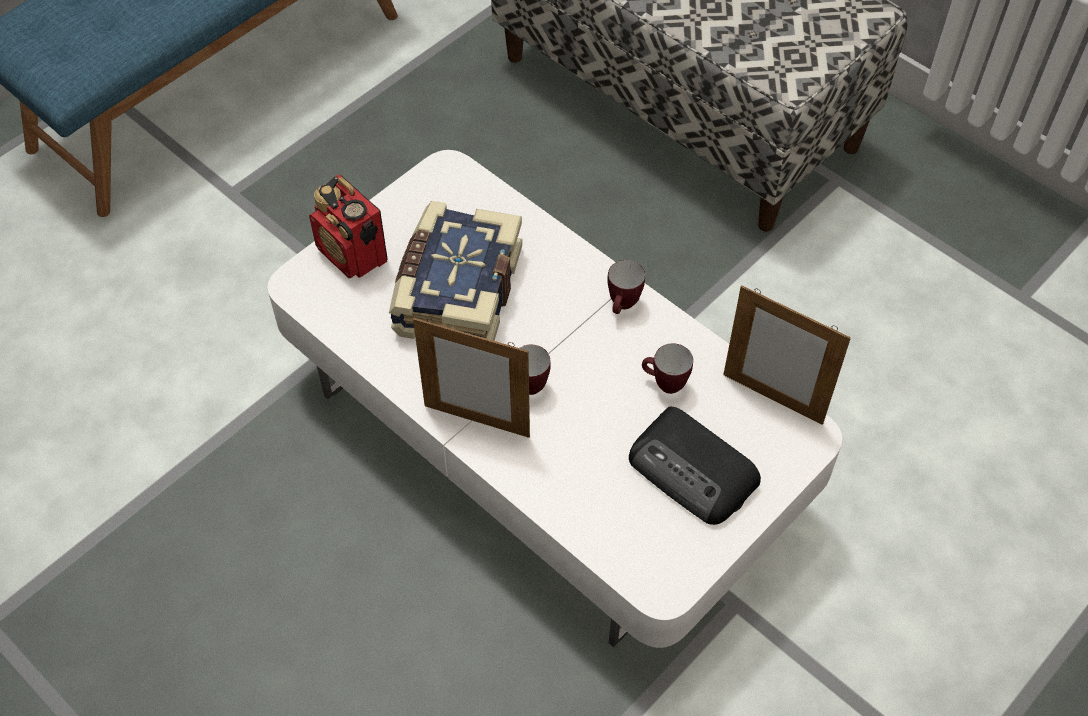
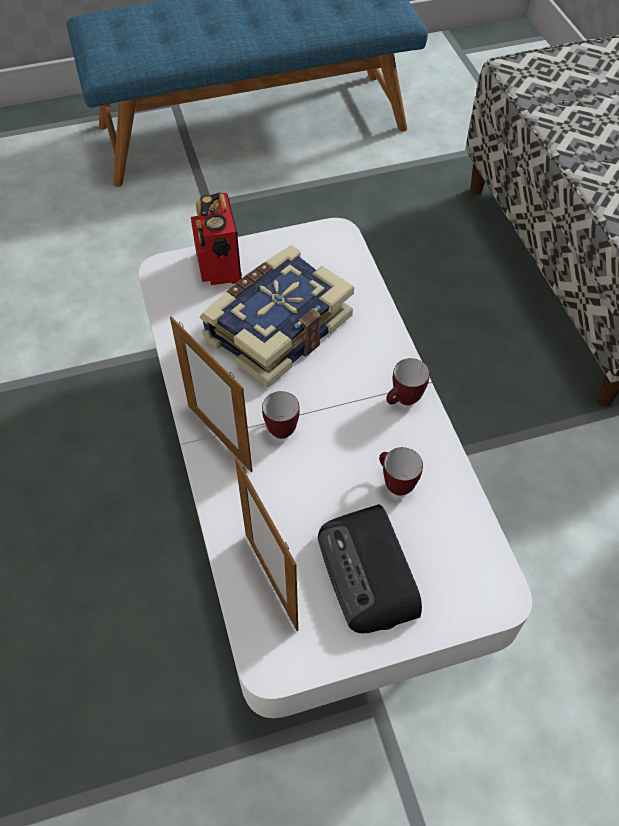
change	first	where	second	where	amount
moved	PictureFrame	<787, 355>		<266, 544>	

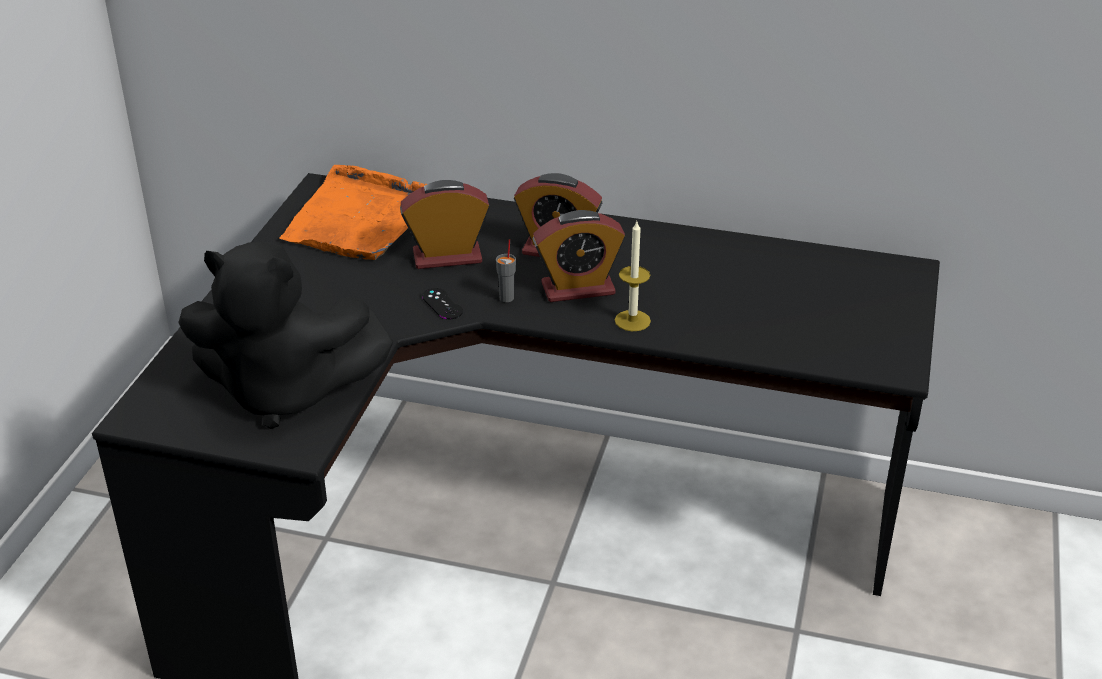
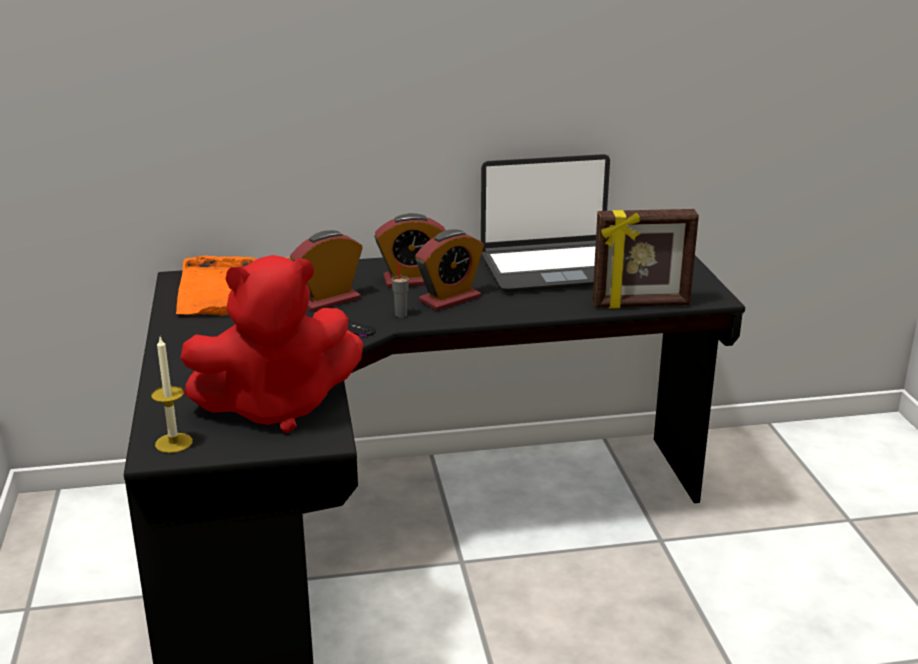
change	first	where	second	where	amount
moved	Candle	<633, 276>		<172, 395>	
recoloured	BlackPlushToy	<286, 335>	RedPlushToy	<272, 344>	
added			Laptop	<545, 223>	
added			PictureFrame	<646, 259>	

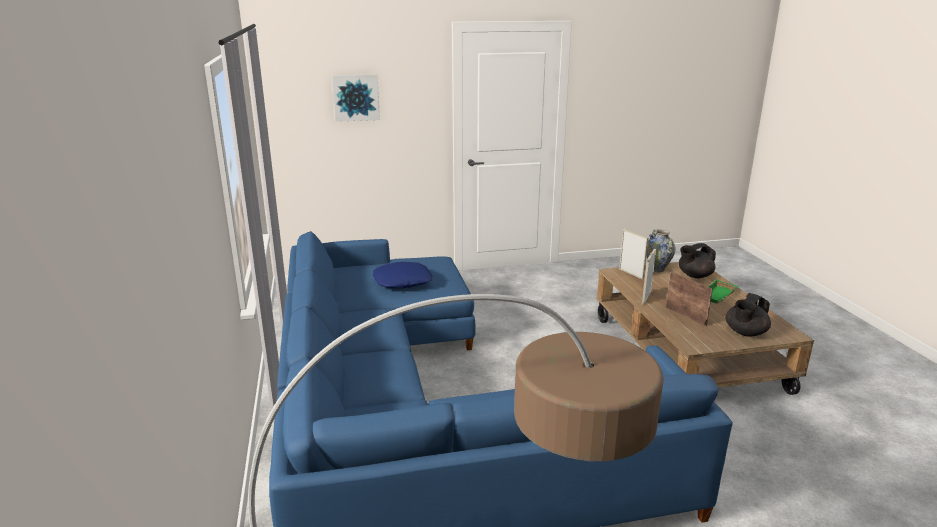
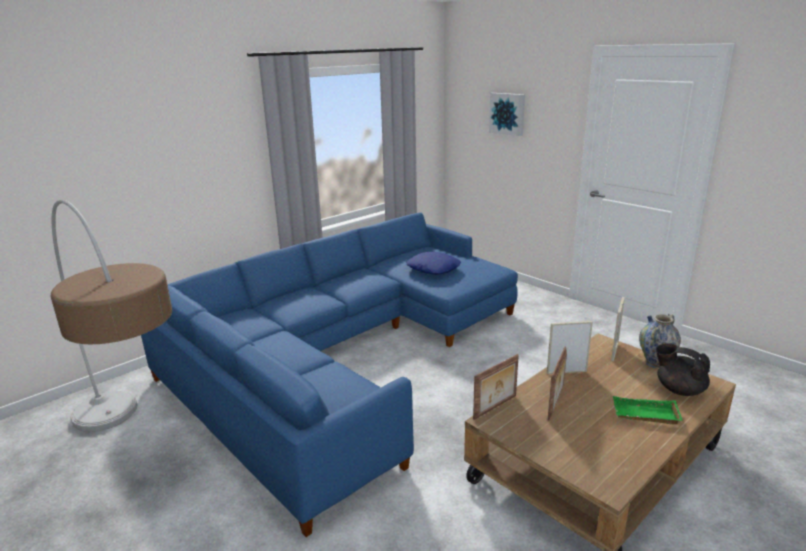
change	first	where	second	where	amount
removed	BlackTeapot	<748, 315>			
added			PictureFrame	<496, 387>	

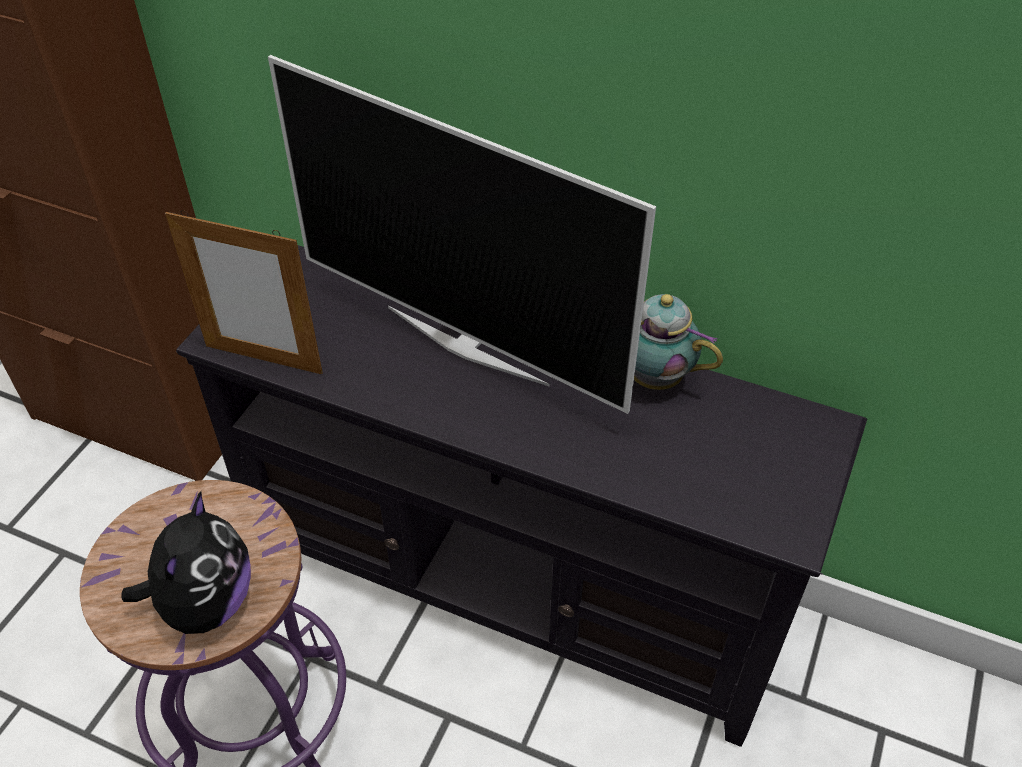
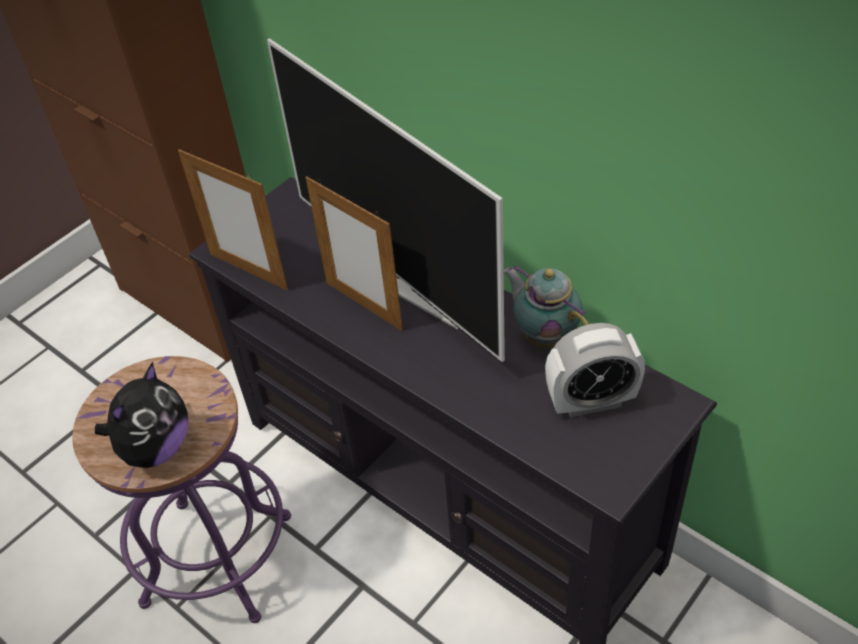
change	first	where	second	where	amount
added			PictureFrame	<354, 254>	
added			AlarmClock	<595, 370>	

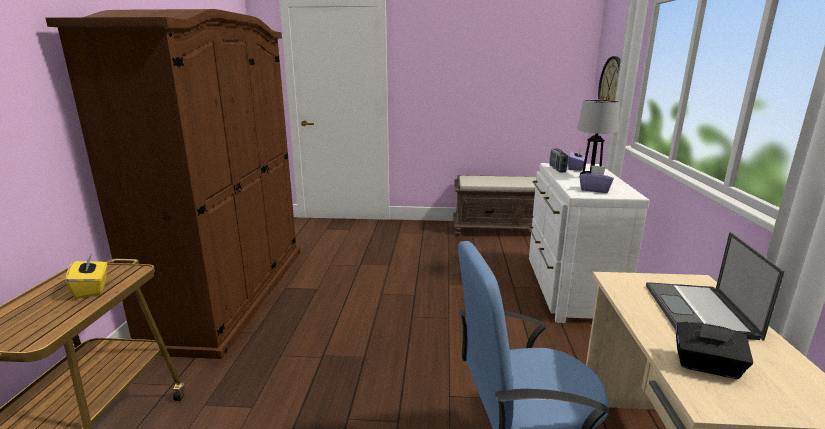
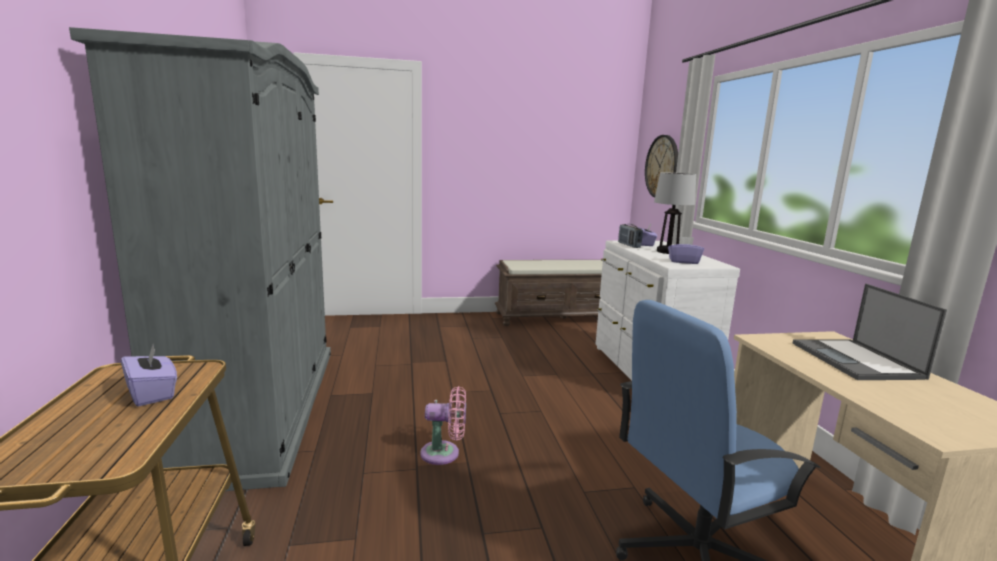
change	first	where	second	where	amount
recoloured	BrownWardrobe	<173, 184>	GreyWardrobe	<200, 259>	
recoloured	YellowTissueBox	<86, 276>	PurpleTissueBox	<149, 376>	
removed	BlackTissueBox	<714, 350>			
added			PinkFan	<443, 425>	

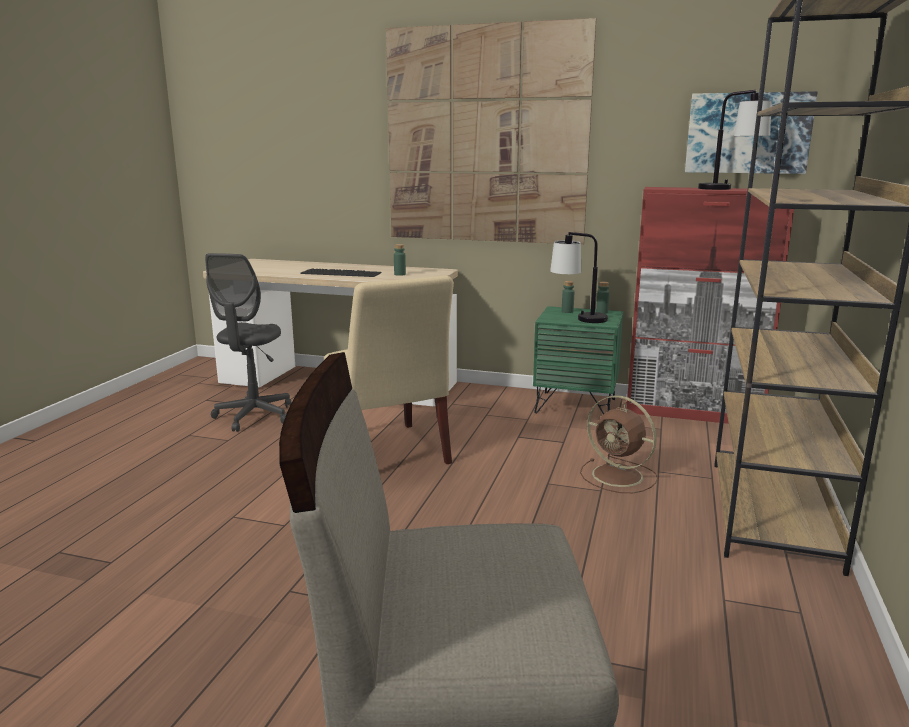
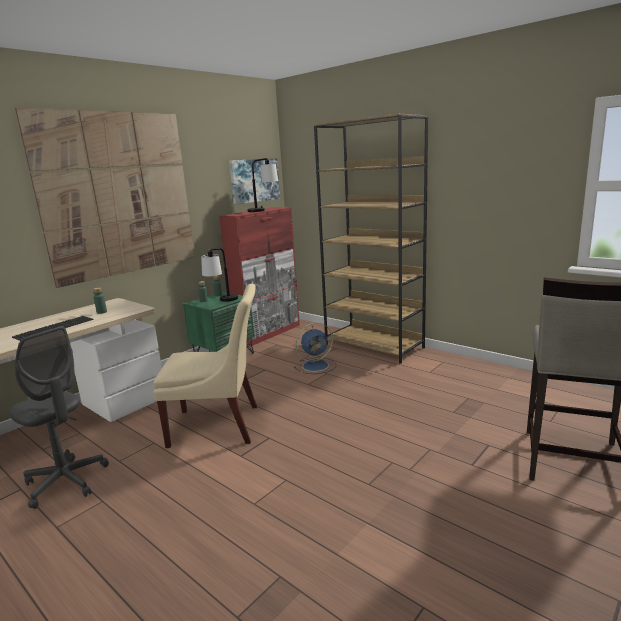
change	first	where	second	where	amount
recoloured	BrownFan	<619, 444>	BlueFan	<315, 348>	

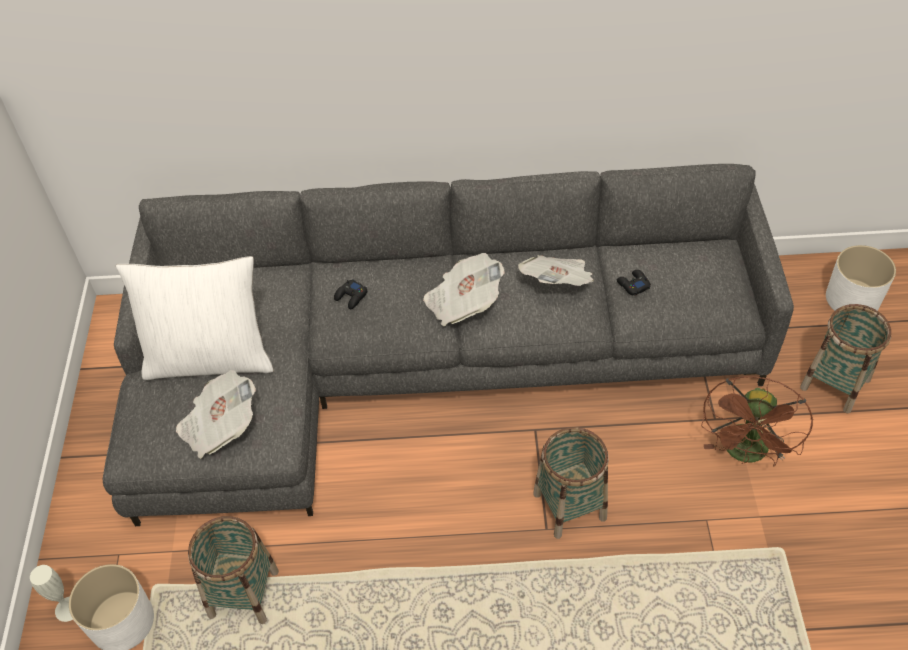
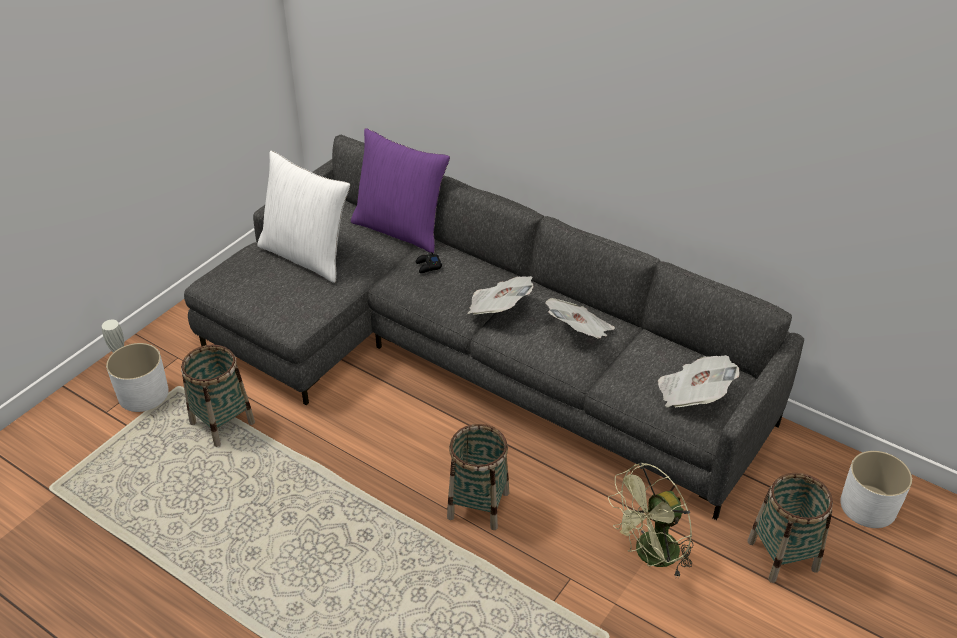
change	first	where	second	where	amount
removed	BlackGameController	<634, 283>			
moved	Newspaper	<216, 414>		<699, 381>	
recoloured	BrownFan	<757, 421>	GreenFan	<650, 519>	
added			PurplePillow	<400, 190>	

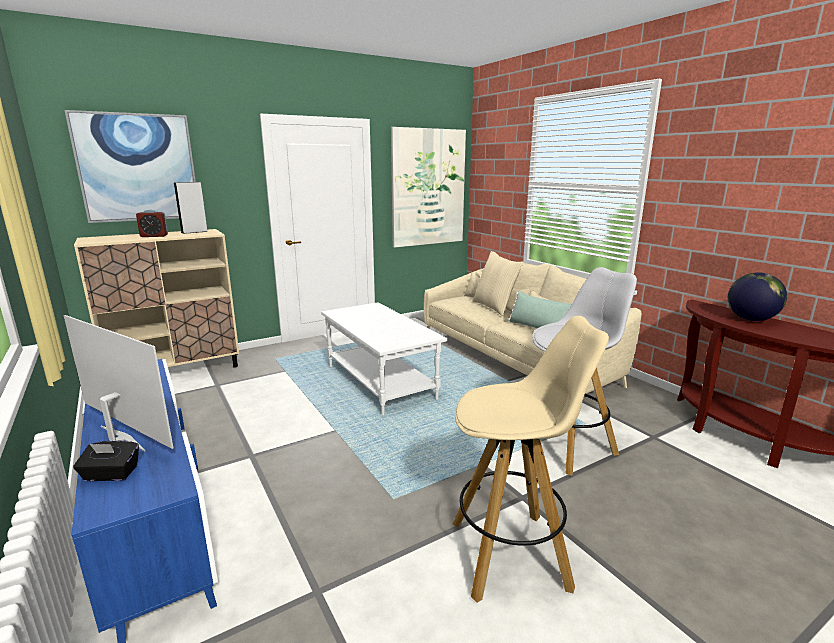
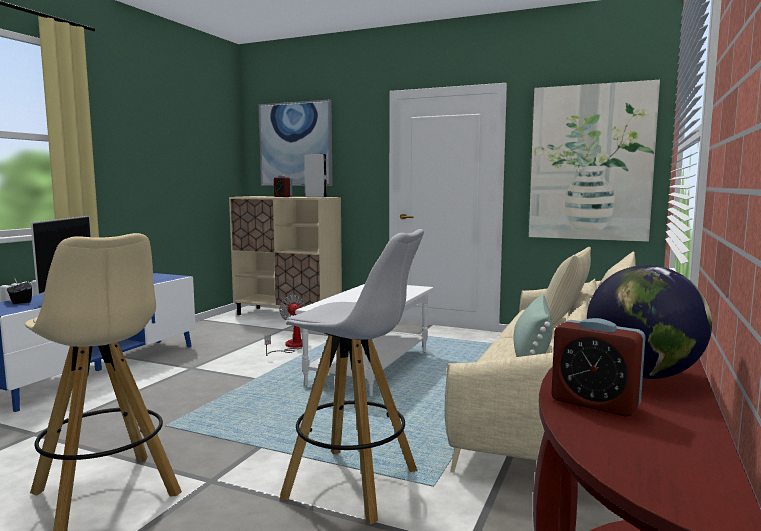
change	first	where	second	where	amount
added			Fan	<284, 325>	
added			AlarmClock	<598, 367>	

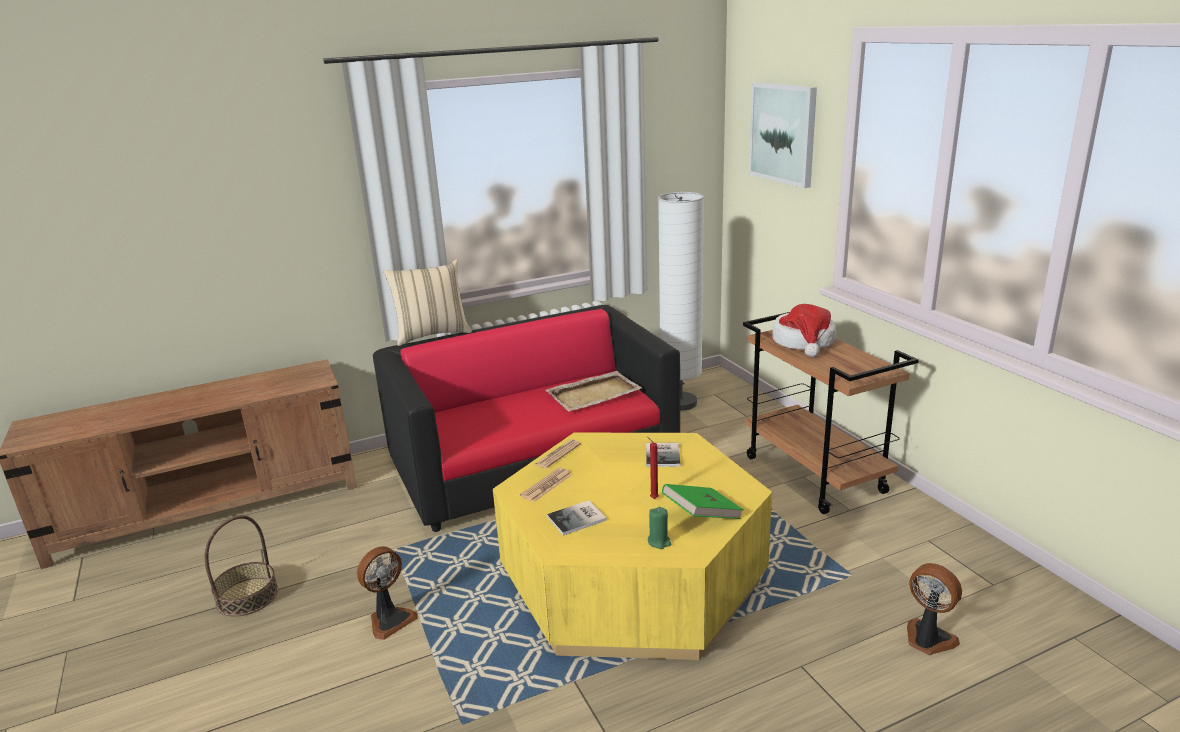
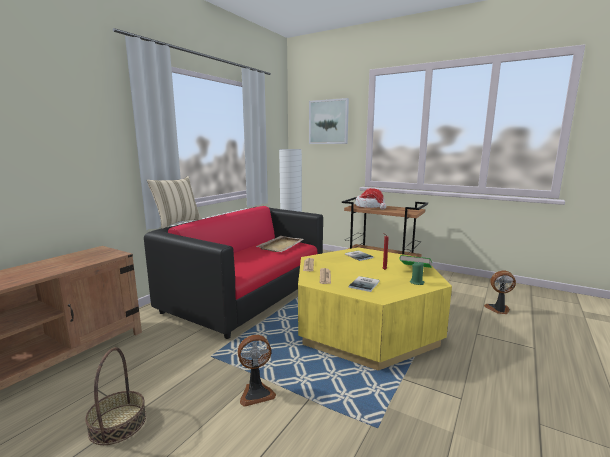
change	first	where	second	where	amount
turned	Fan	<387, 593>		<257, 371>	60 degrees clockwise

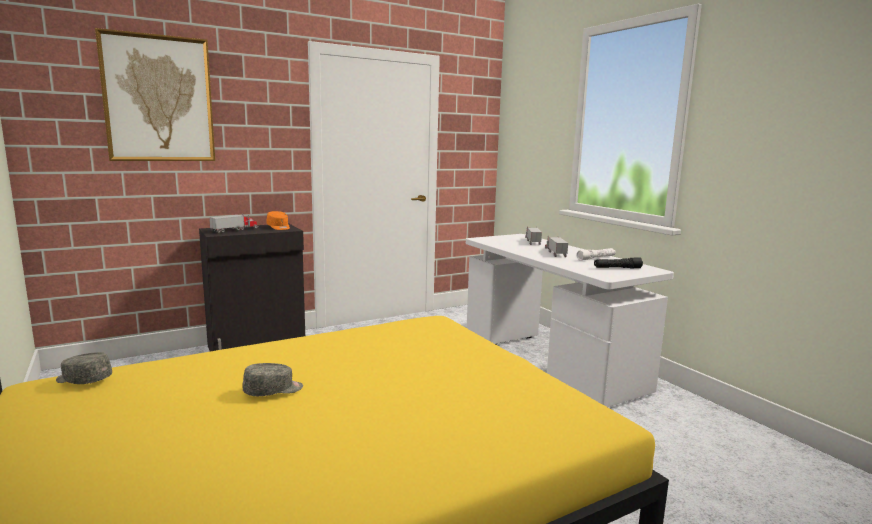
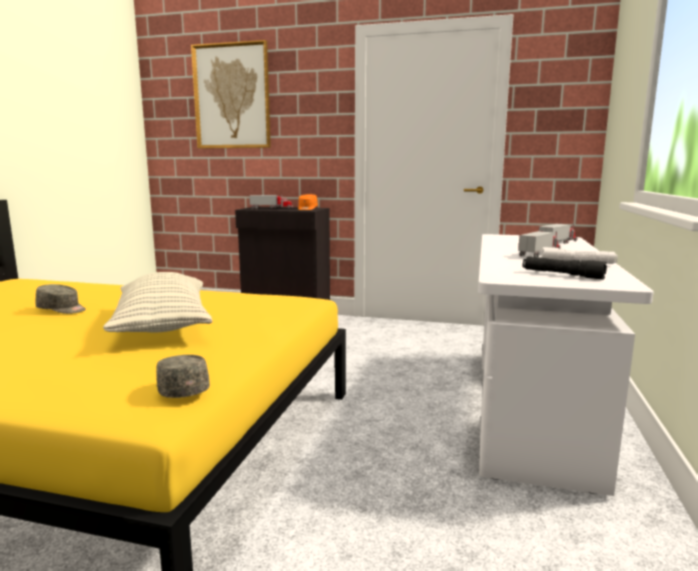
change	first	where	second	where	amount
moved	GreyCap	<84, 368>		<183, 376>	
added			Pillow	<157, 302>	

